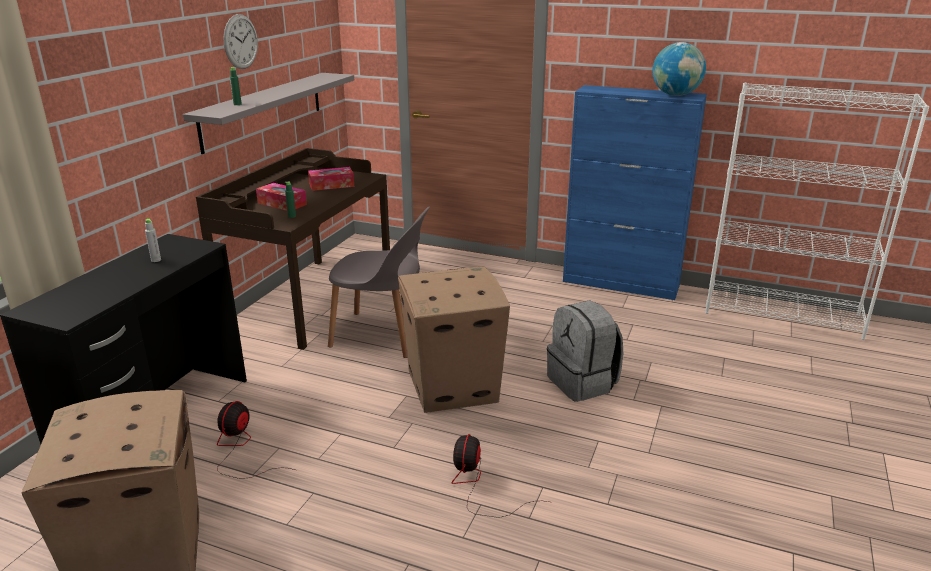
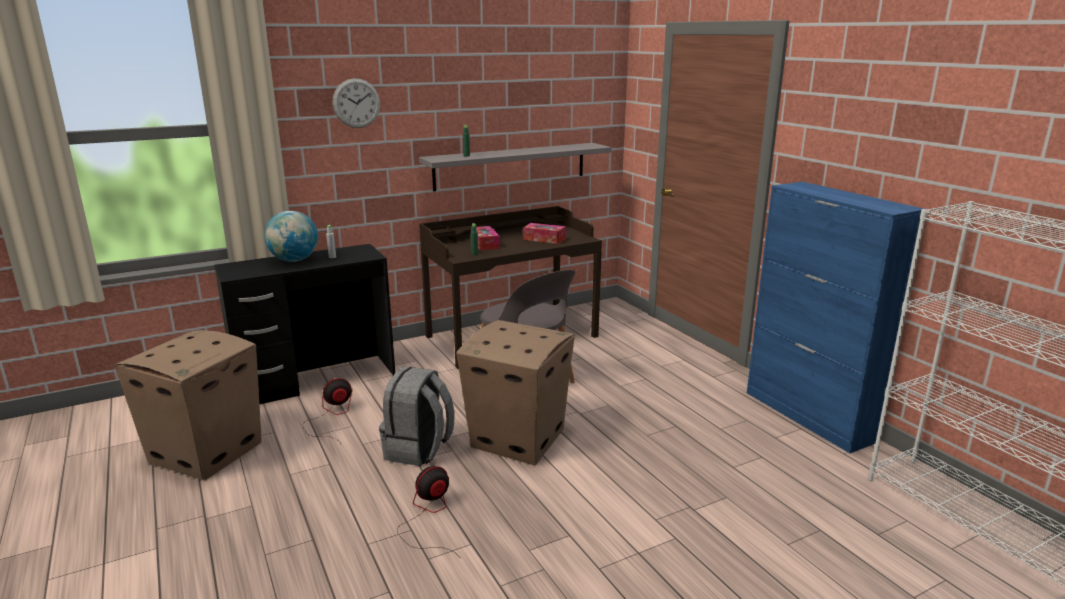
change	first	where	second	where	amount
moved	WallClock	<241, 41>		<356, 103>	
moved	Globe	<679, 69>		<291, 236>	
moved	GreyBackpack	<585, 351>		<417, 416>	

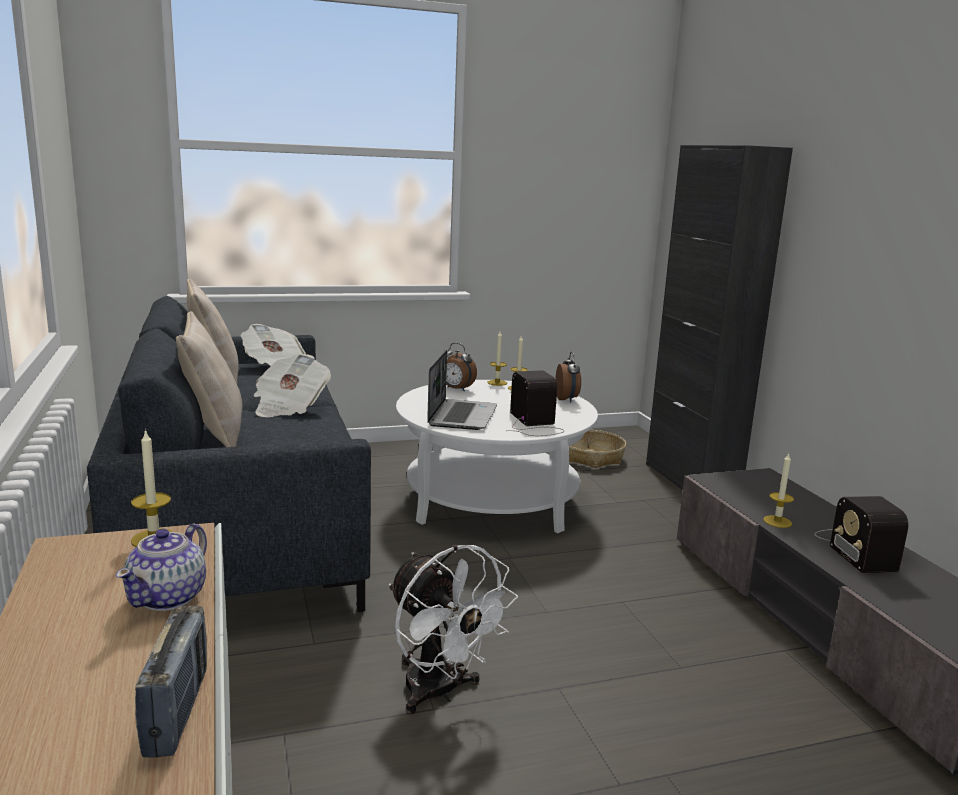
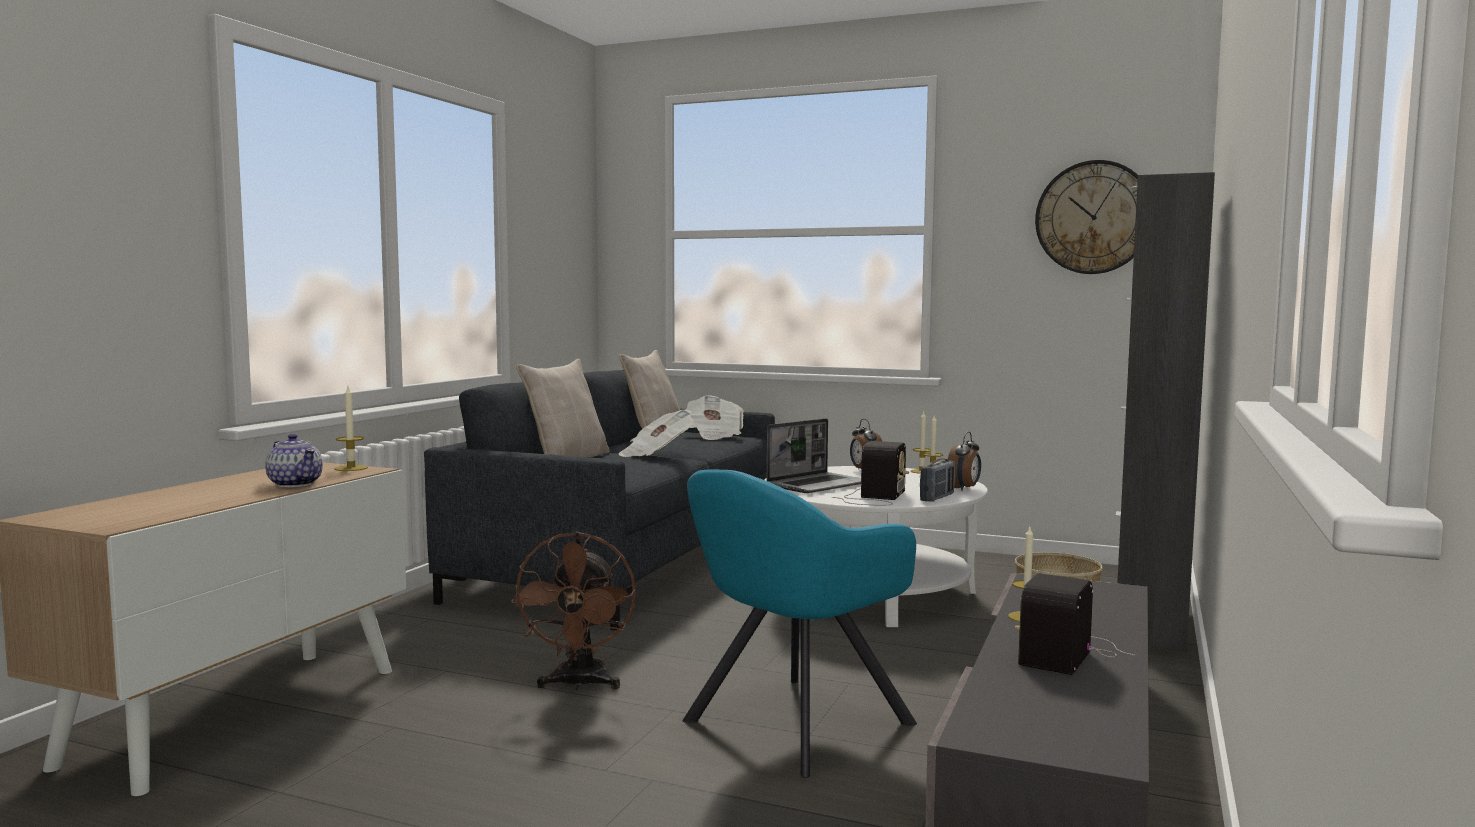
change	first	where	second	where	amount
turned	Teapot	<161, 567>		<294, 460>	105 degrees counterclockwise
recoloured	WhiteFan	<453, 629>	BrownFan	<573, 611>	
moved	Radio	<171, 681>		<937, 480>	
added			WallClock	<1086, 217>	
added			TurquoiseArmchair	<799, 624>	

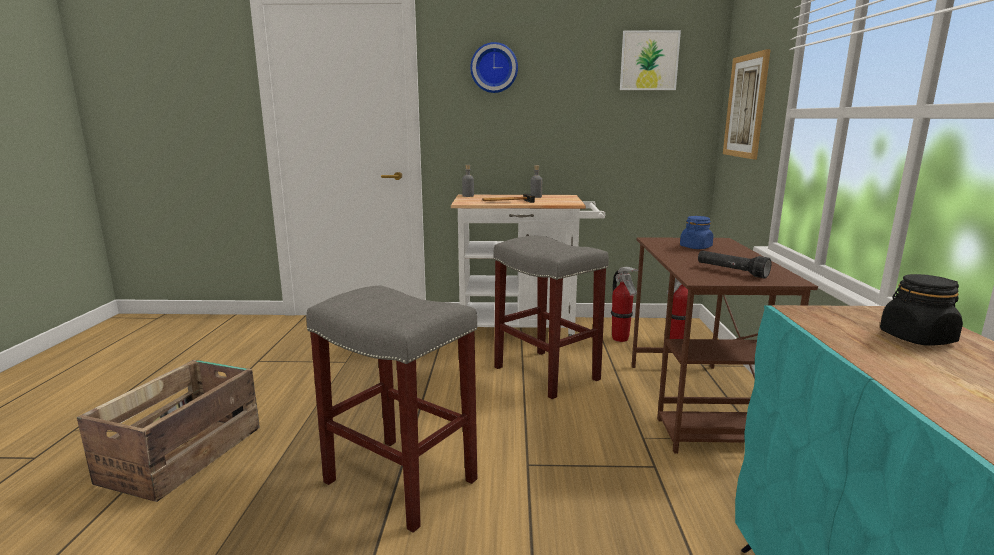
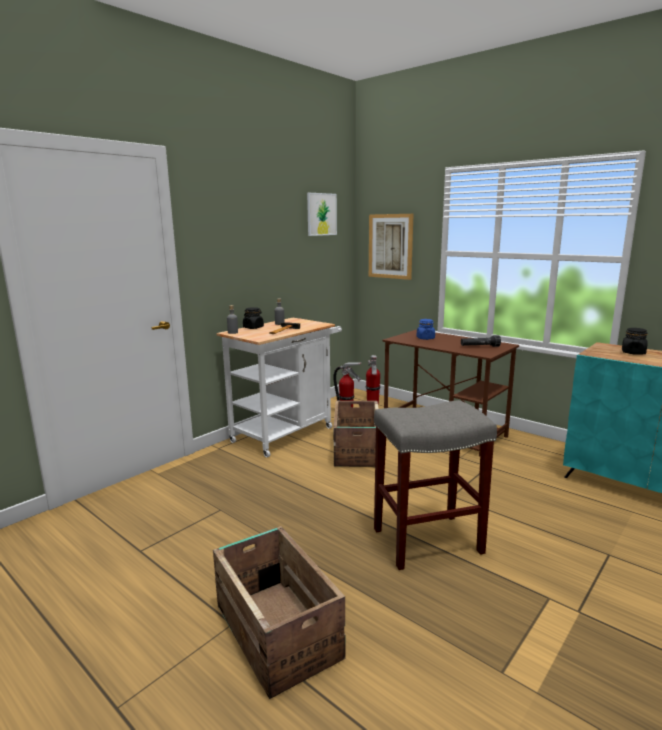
change	first	where	second	where	amount
removed	WallClock	<494, 67>			
replaced	GreyStool	<551, 317>	Crate	<356, 434>	
added			BlackJar	<253, 318>	

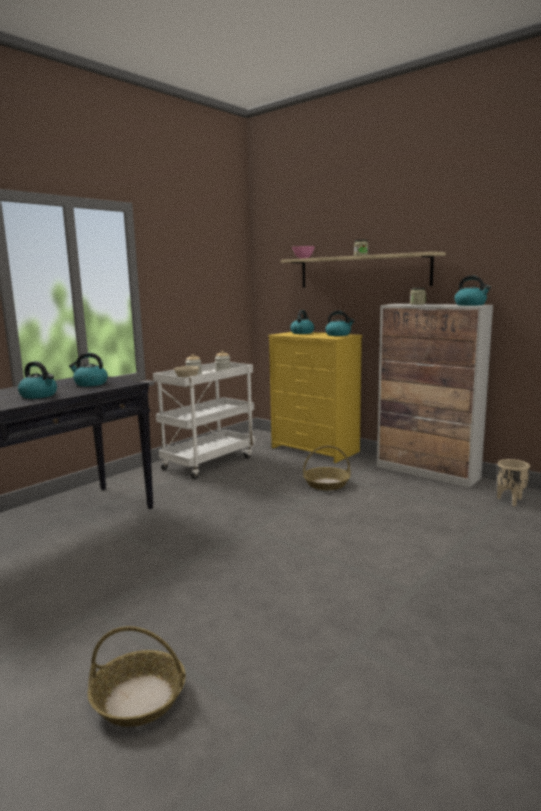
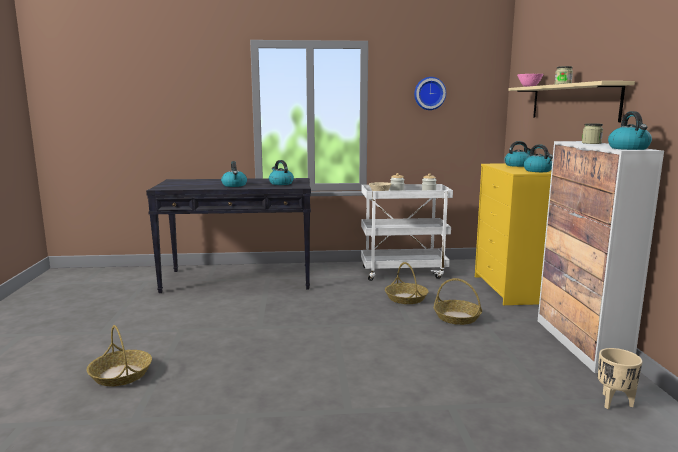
change	first	where	second	where	amount
added			WallClock	<430, 93>	
added			Basket	<407, 283>	

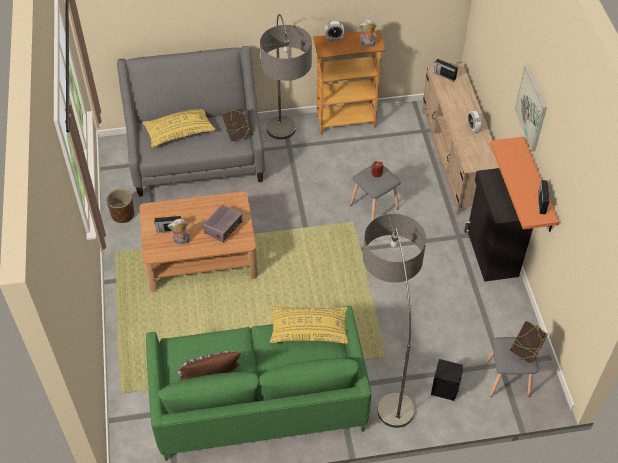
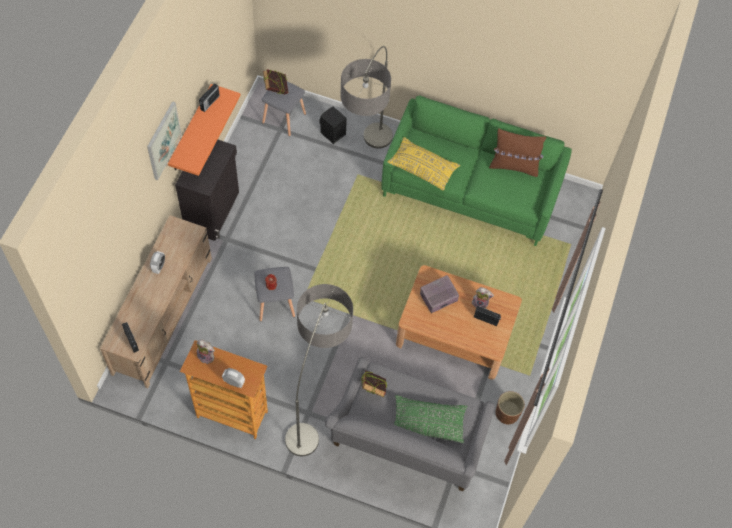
change	first	where	second	where	amount
recoloured	YellowPillow	<178, 128>	GreenPillow	<430, 419>	

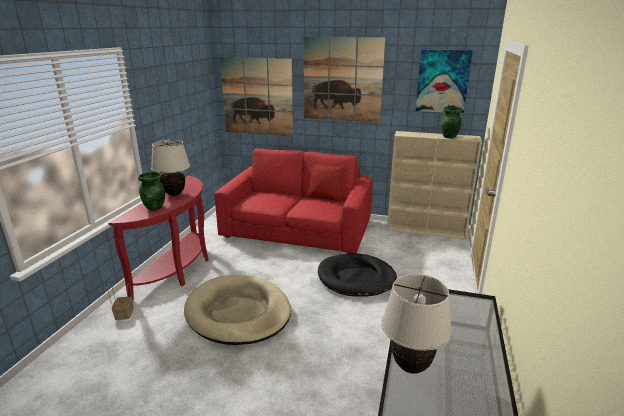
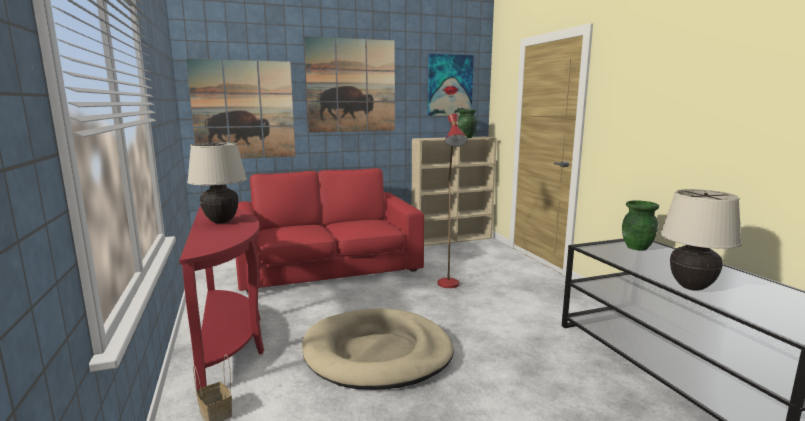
change	first	where	second	where	amount
removed	RedPillow	<326, 182>			
moved	GreenVase	<151, 191>		<640, 225>	
replaced	BlackDogBed	<357, 275>	RedFloorLamp	<453, 201>	

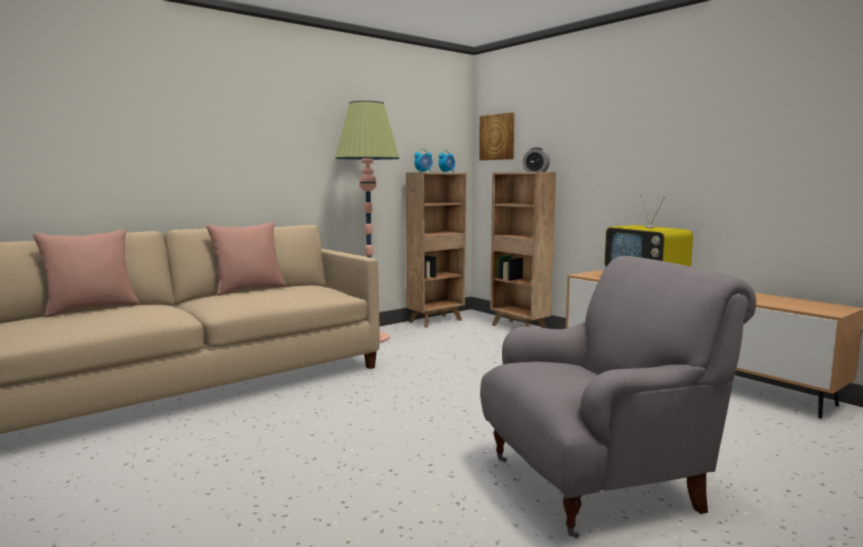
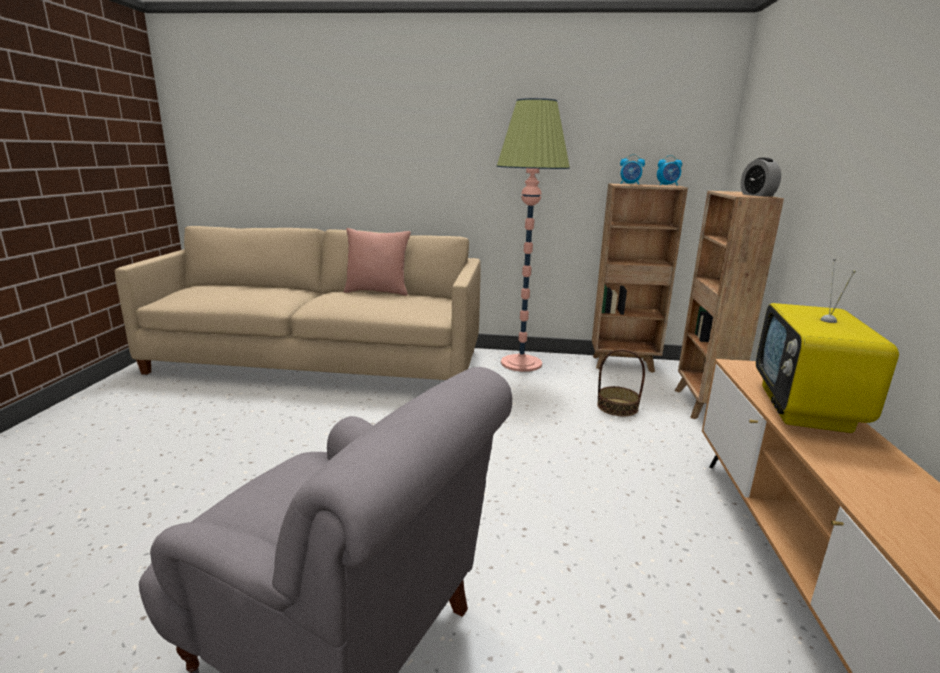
change	first	where	second	where	amount
removed	Picture	<496, 136>			
removed	PinkPillow	<86, 273>			
added			Basket	<621, 382>	

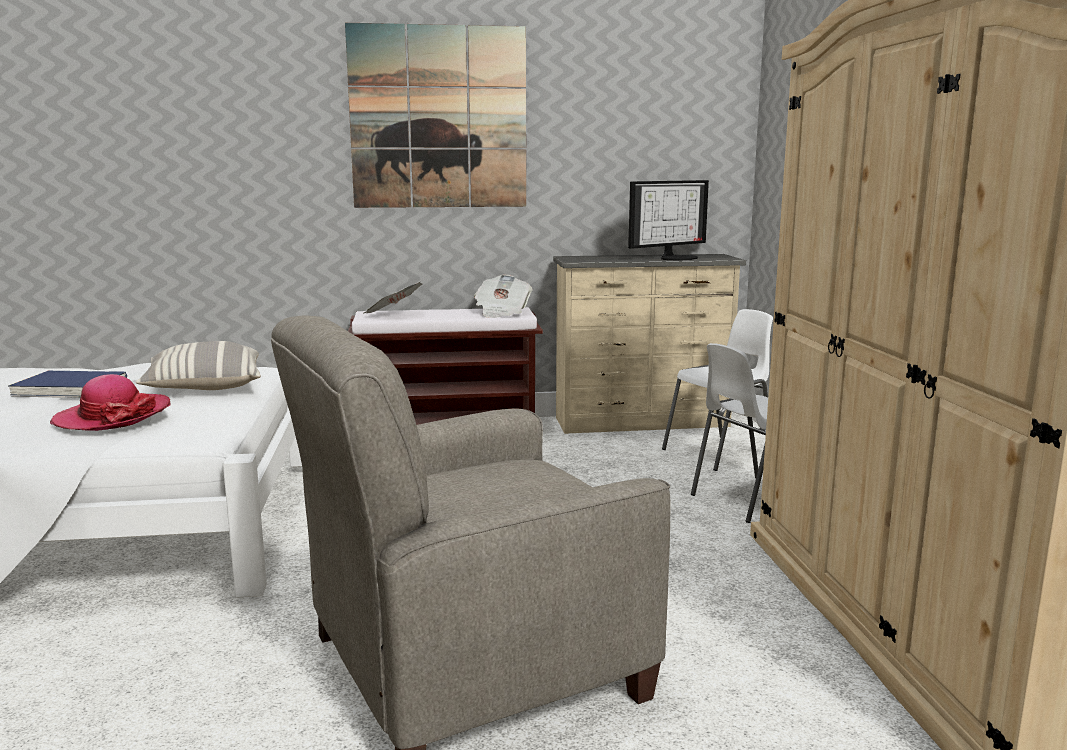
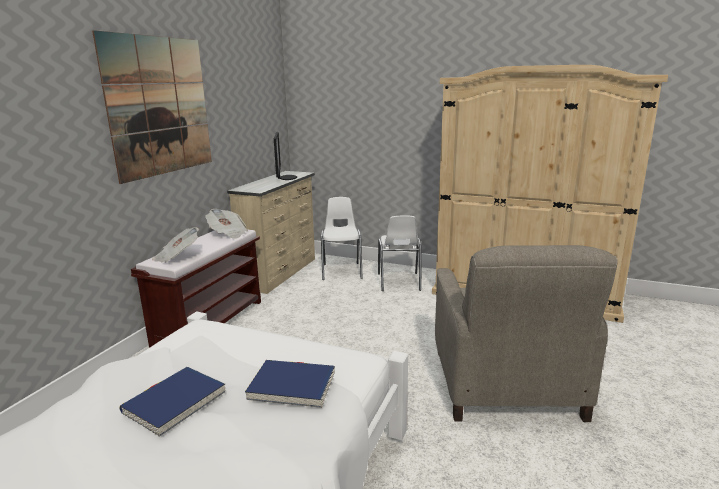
change	first	where	second	where	amount
removed	Pillow	<198, 365>			
replaced	Hat	<110, 402>	BlueBook	<290, 384>	

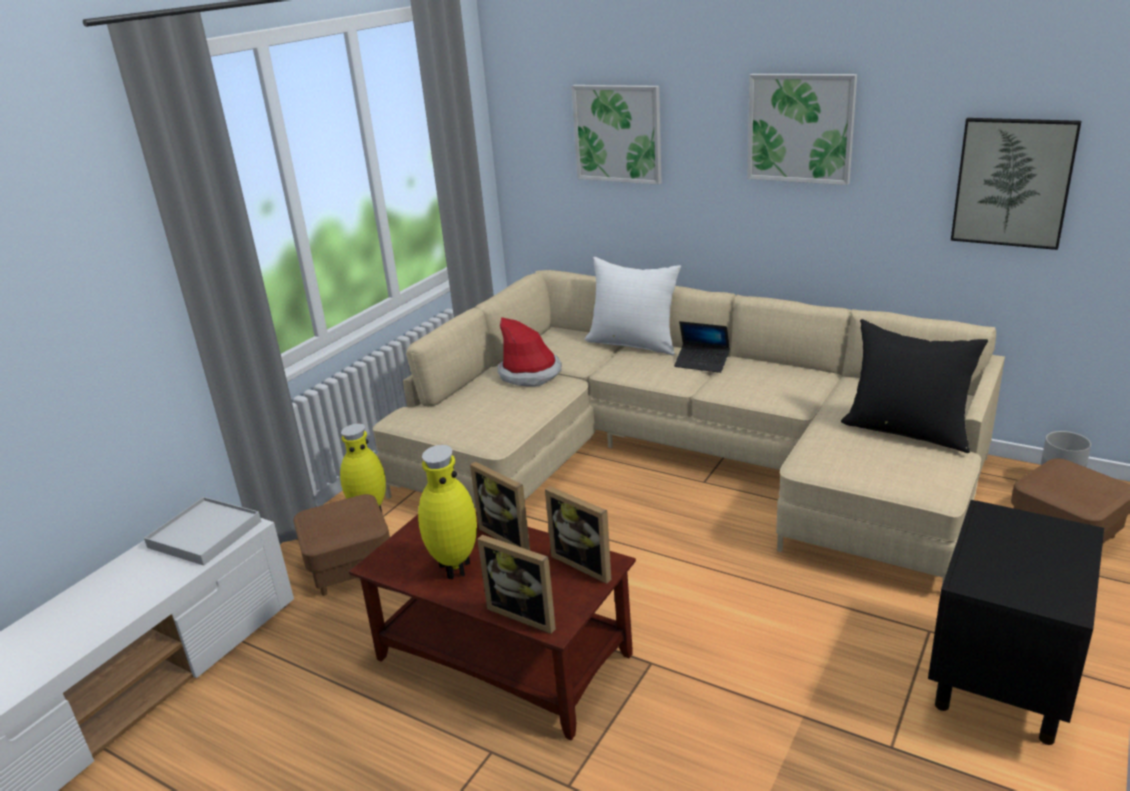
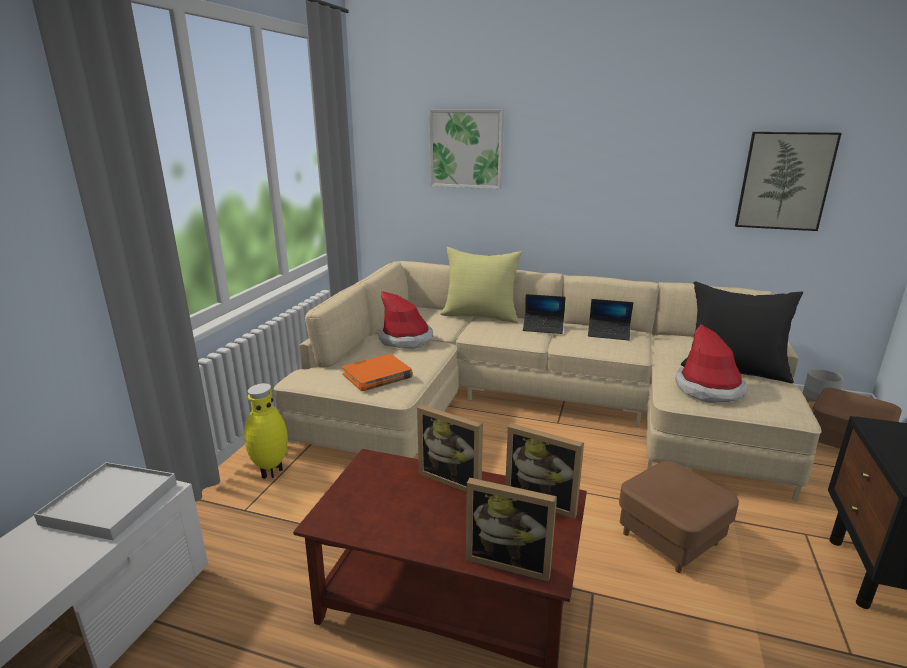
change	first	where	second	where	amount
removed	Picture	<802, 129>			
recoloured	WhitePillow	<633, 306>	YellowPillow	<481, 285>	
removed	YellowVase	<447, 512>			
moved	BrownOttoman	<341, 545>		<679, 517>	
added			Laptop	<610, 319>	
added			Hat	<711, 364>	
added			OrangeBook	<377, 372>	

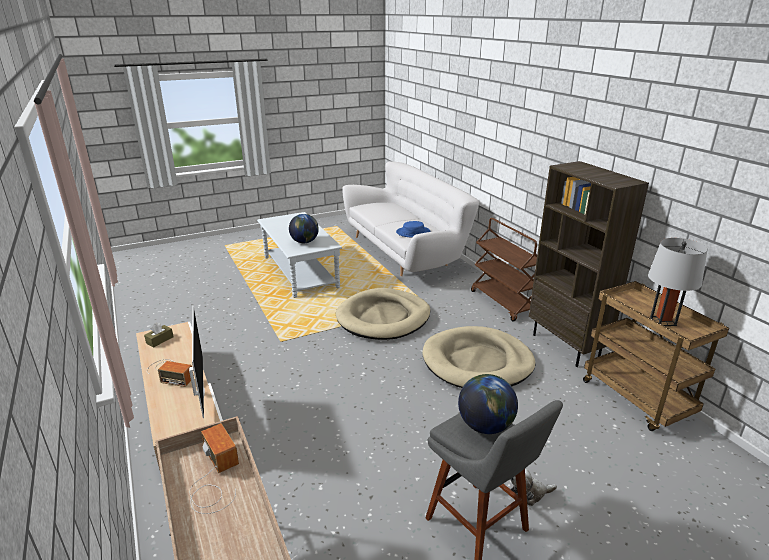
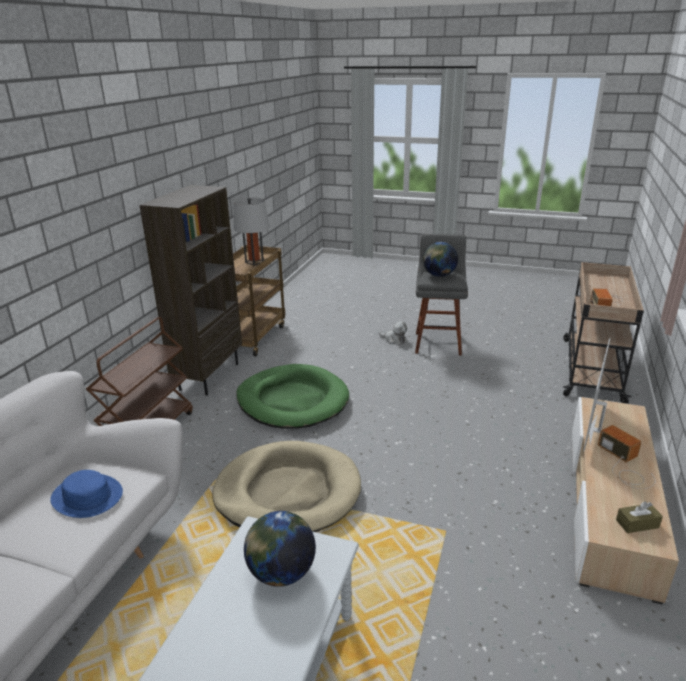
change	first	where	second	where	amount
recoloured	BeigeDogBed	<478, 357>	GreenDogBed	<292, 396>	

